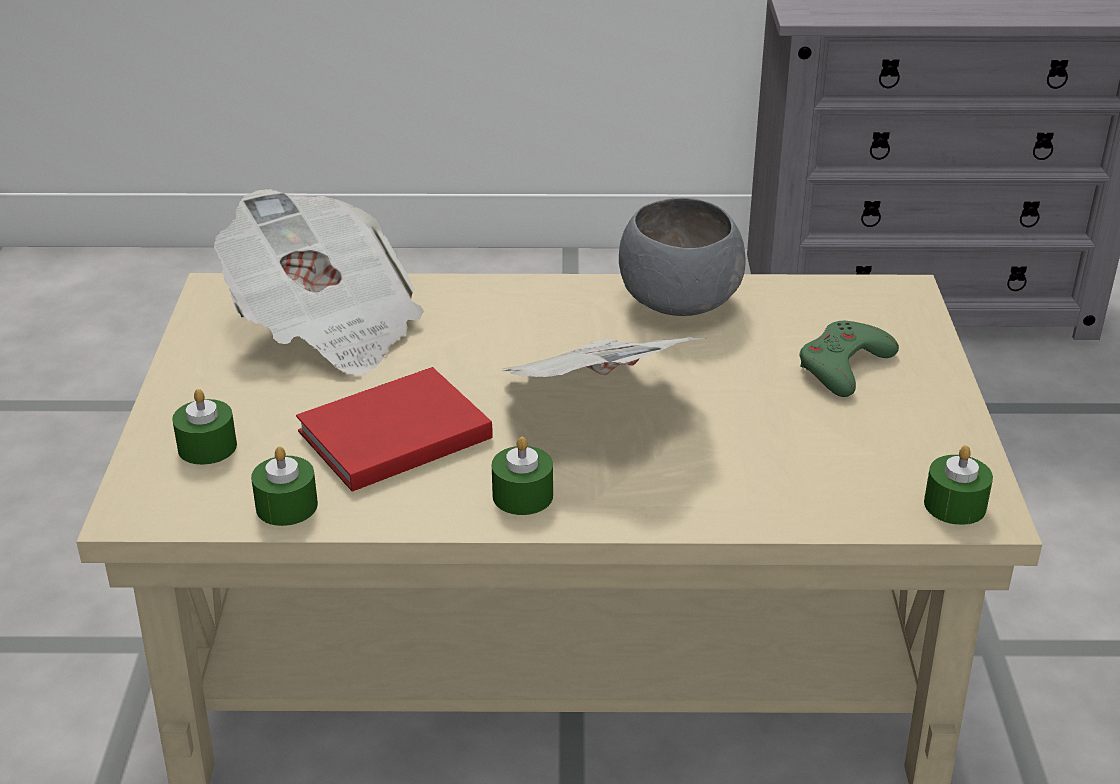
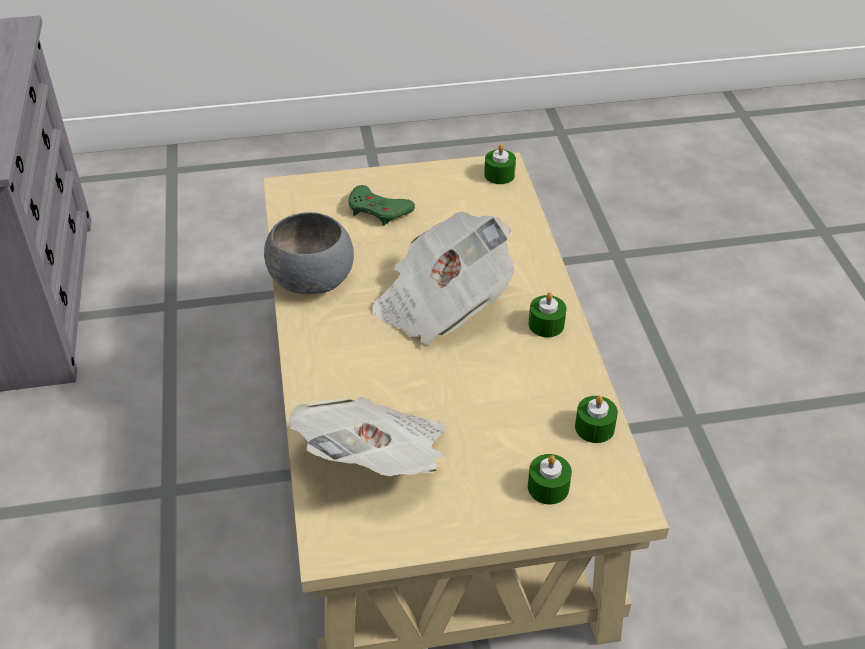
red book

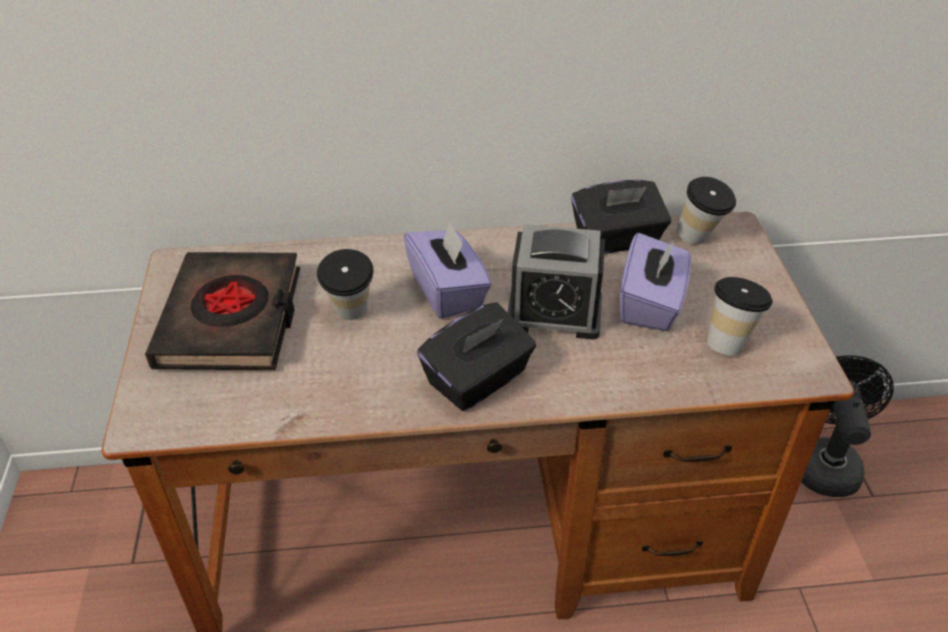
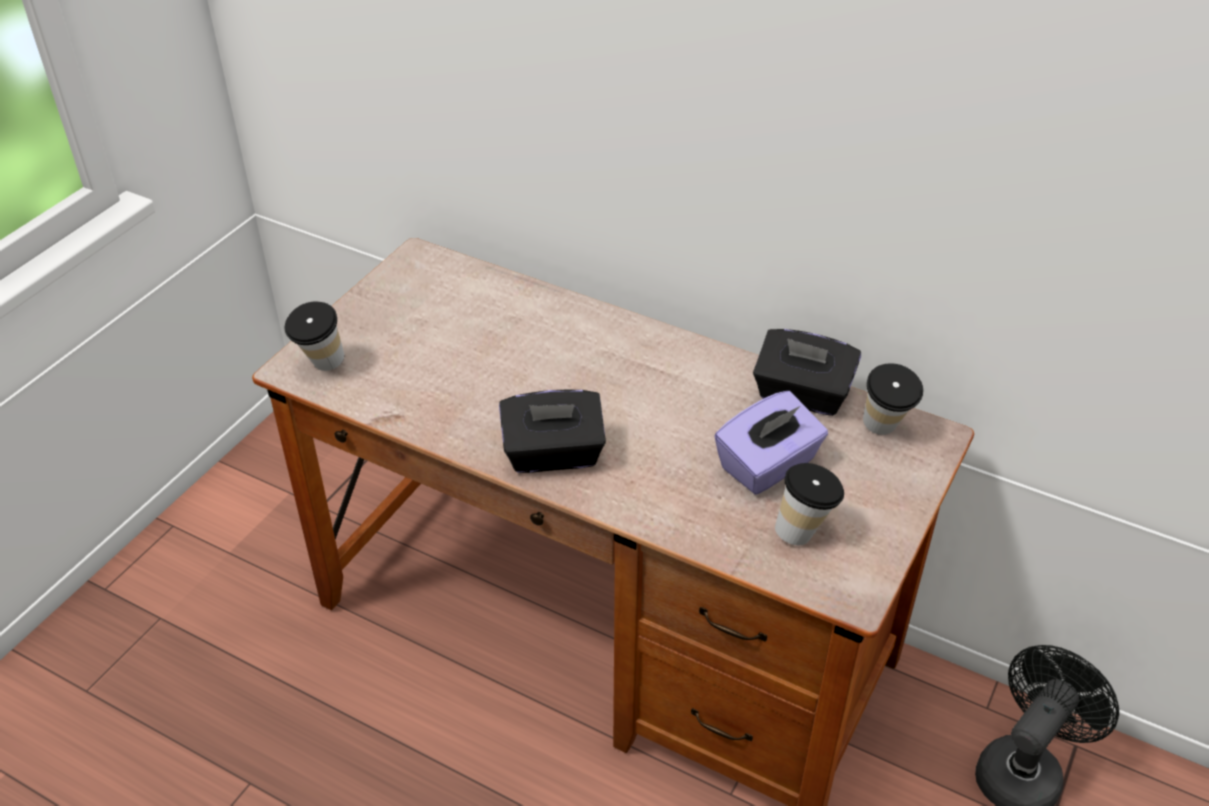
black book
cup (1st from left)
purple tissue box (1st from left in the first image)
alarm clock

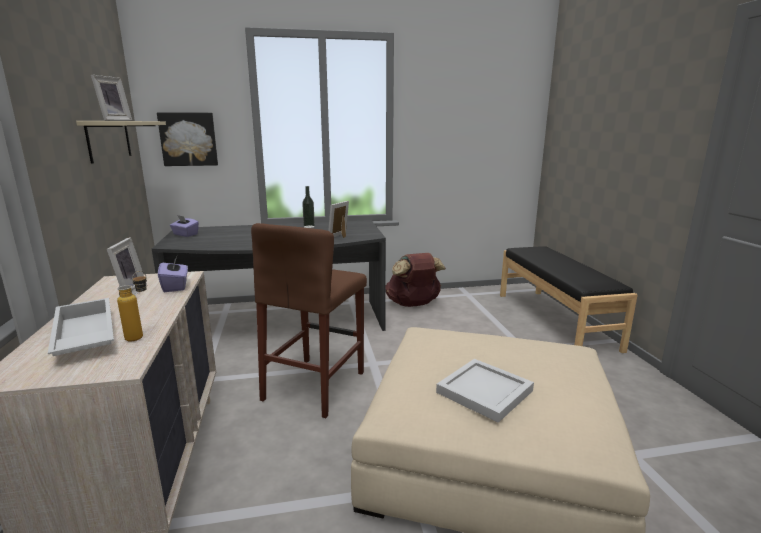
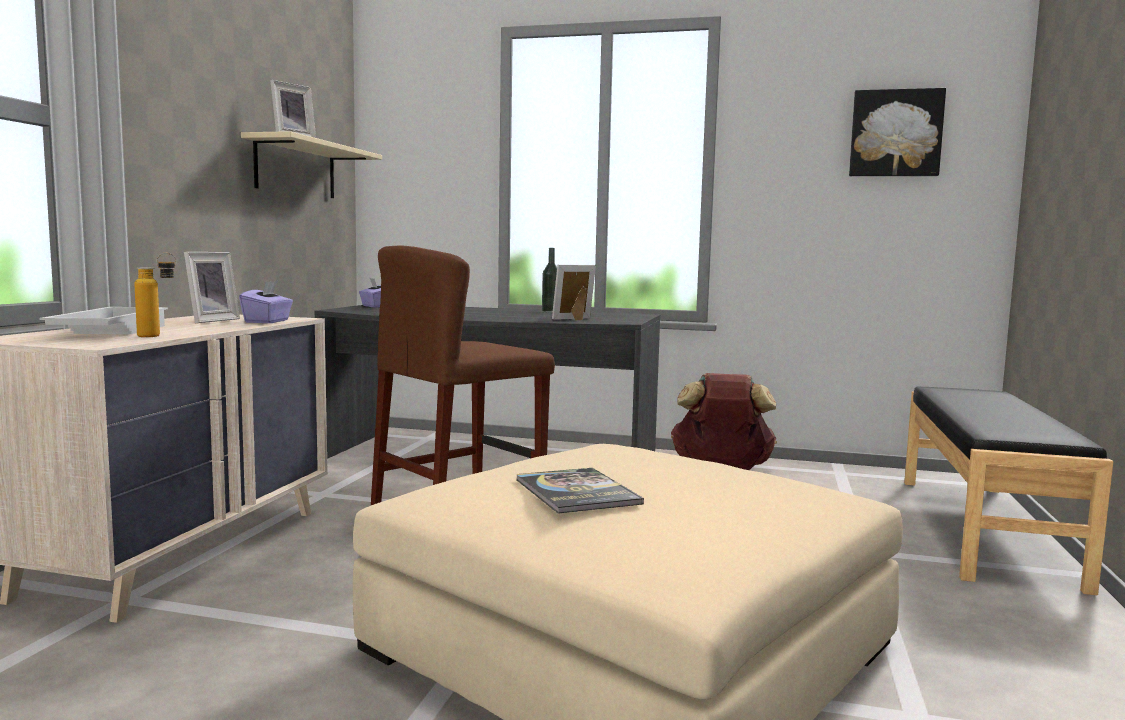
picture
book

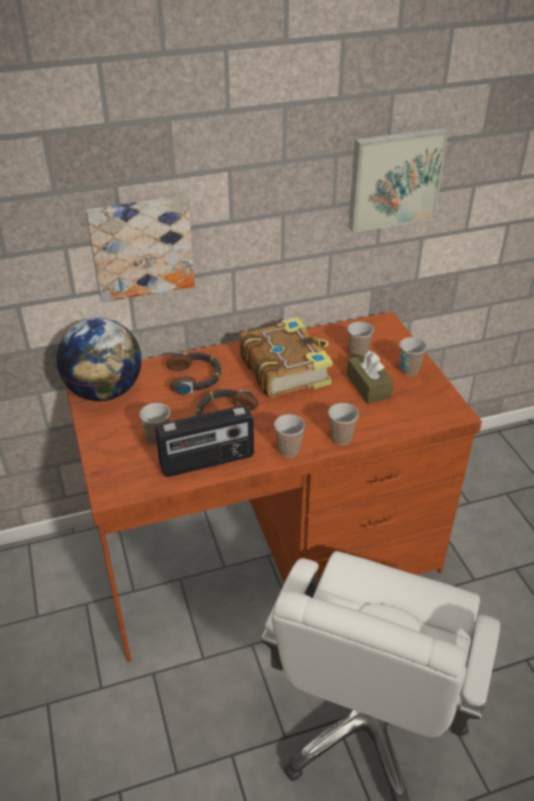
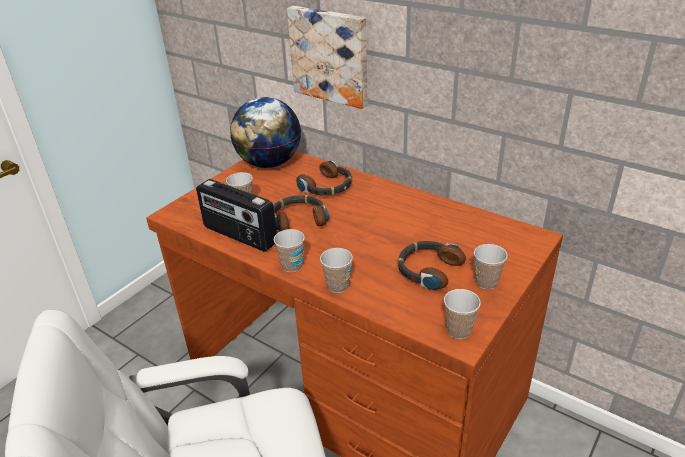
book
cup (4th from left)
headphones (3rd from left)
picture (2nd from left in the first image)

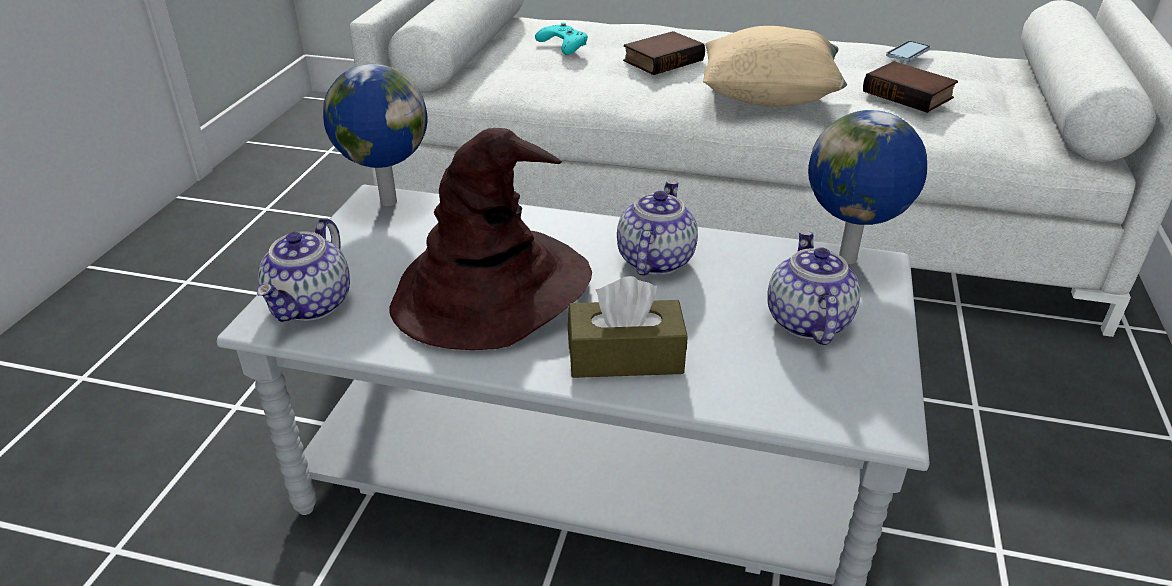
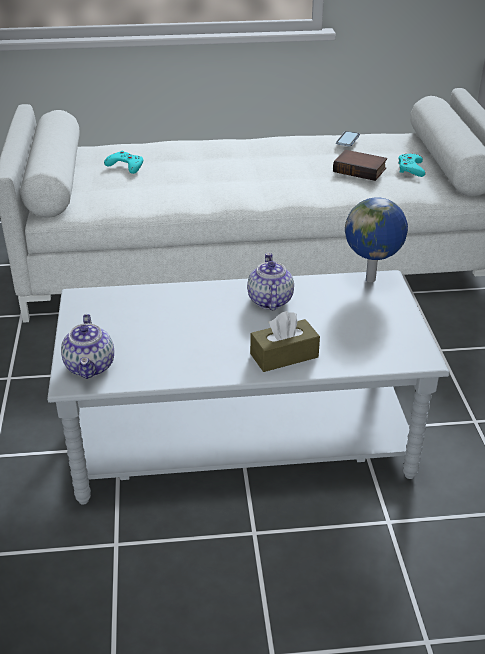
globe (1st from left in the first image)
brown hat
book (1st from left in the first image)
beige pillow
teapot (3rd from left in the first image)
turquoise game controller (2nd from left)

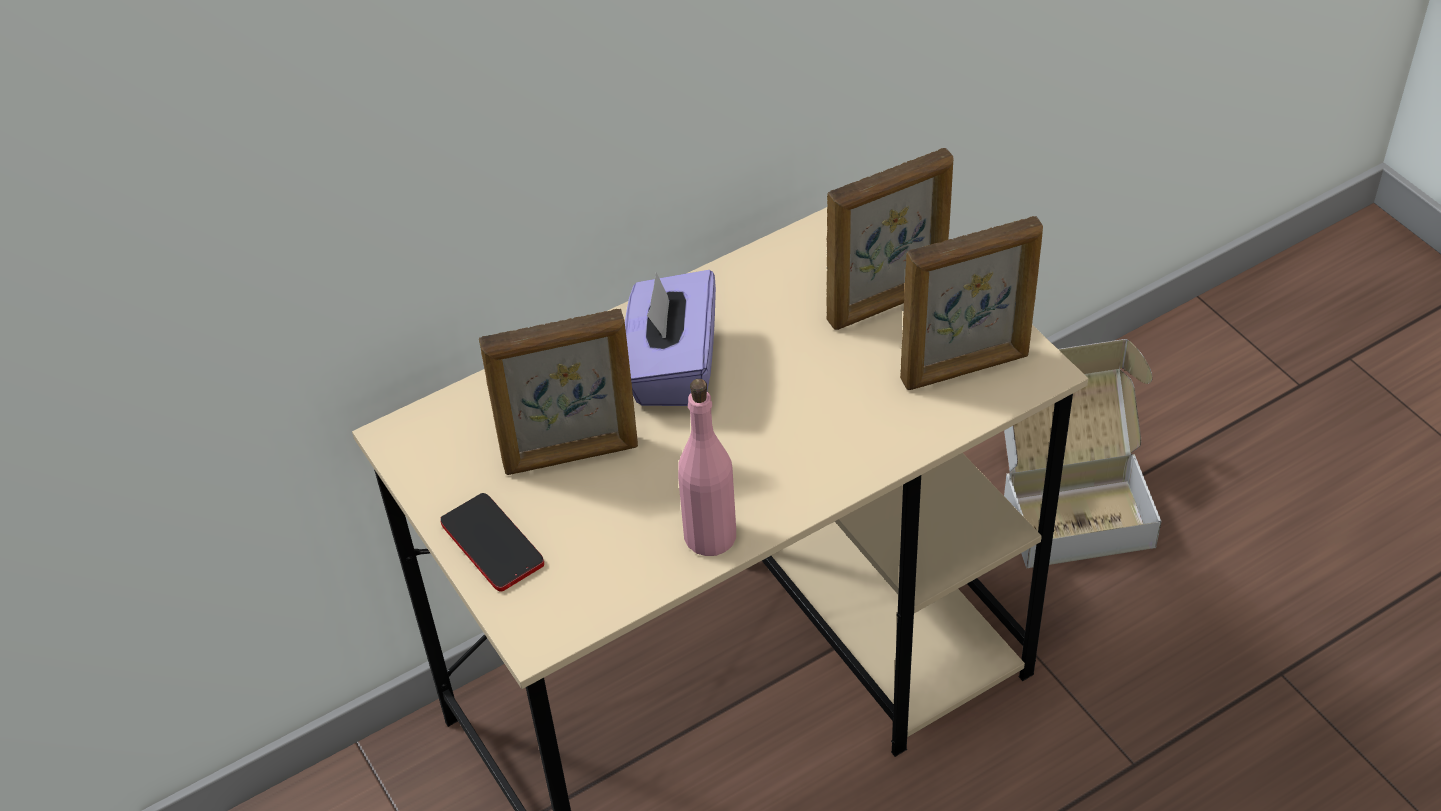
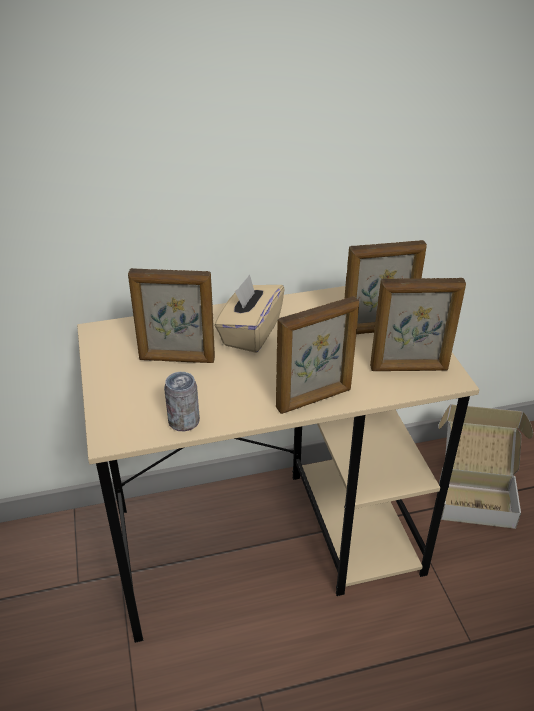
phone
beige tissue box
pink bottle
can
picture frame (2nd from left)

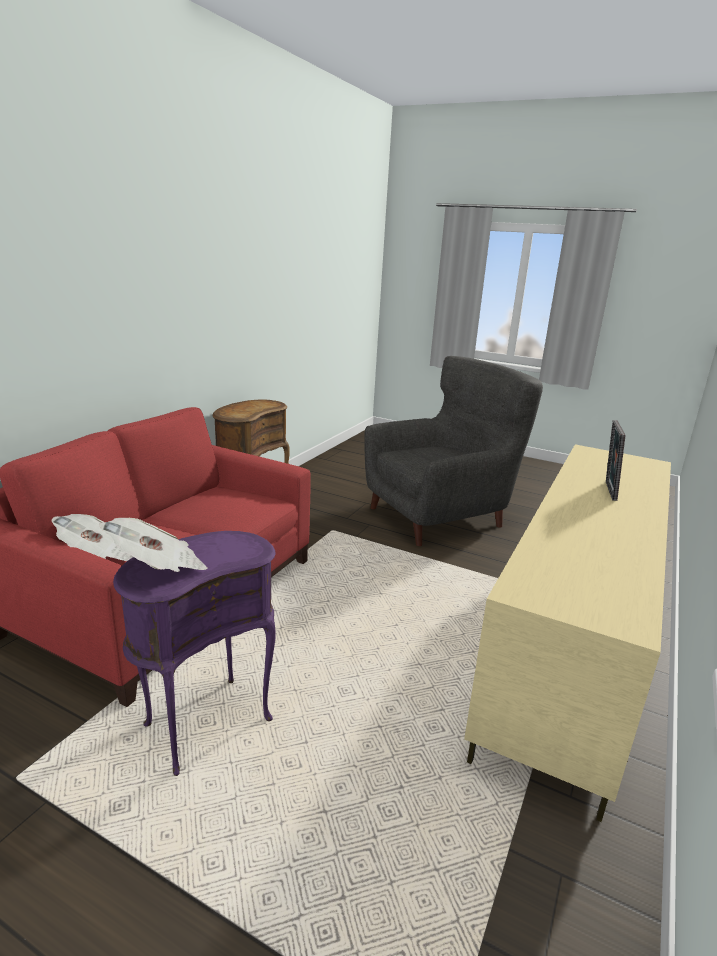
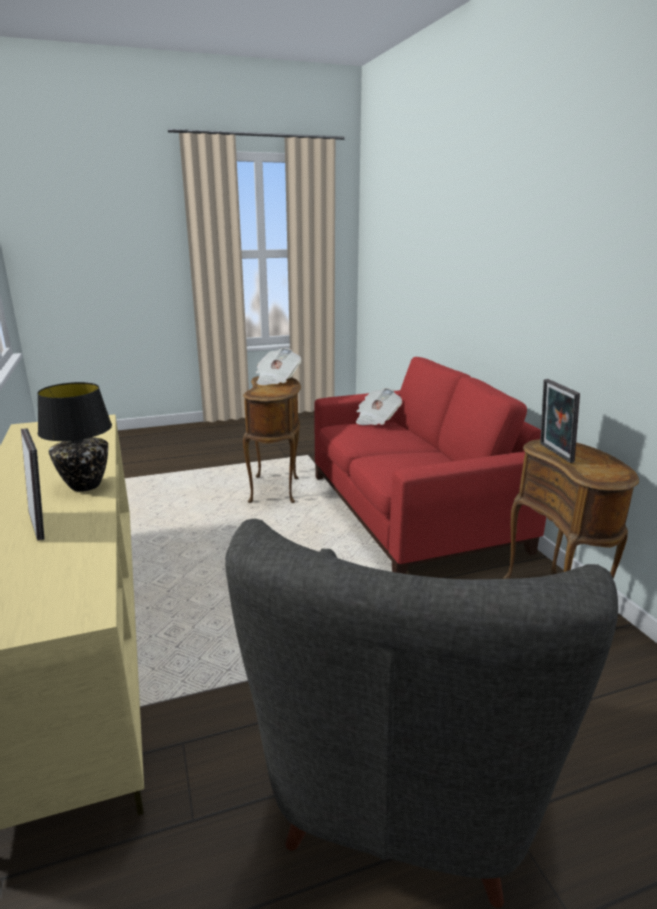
brown side table (1st from left)
black table lamp
picture frame (2nd from left)

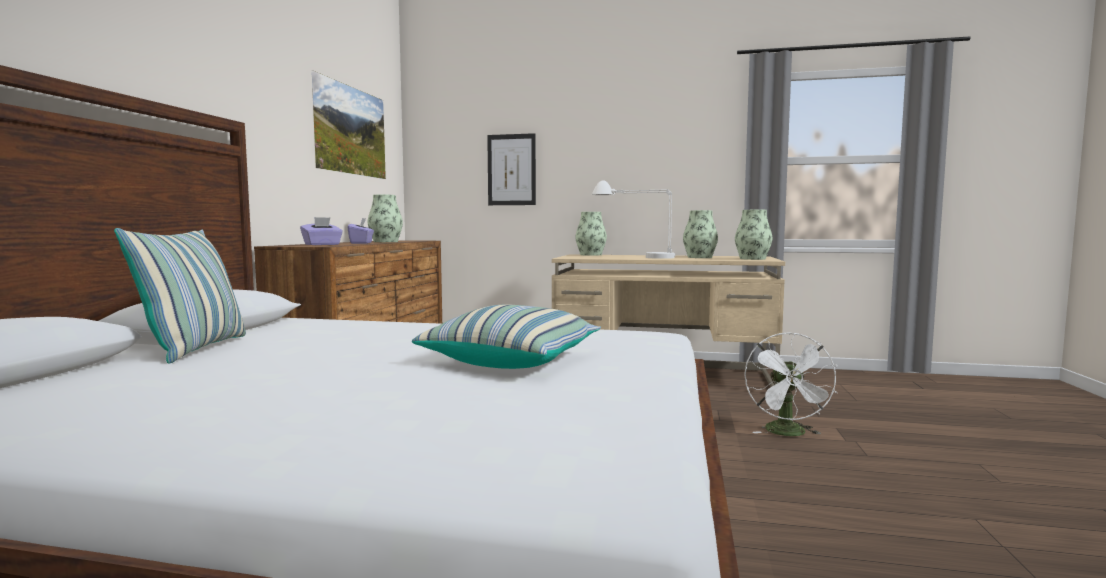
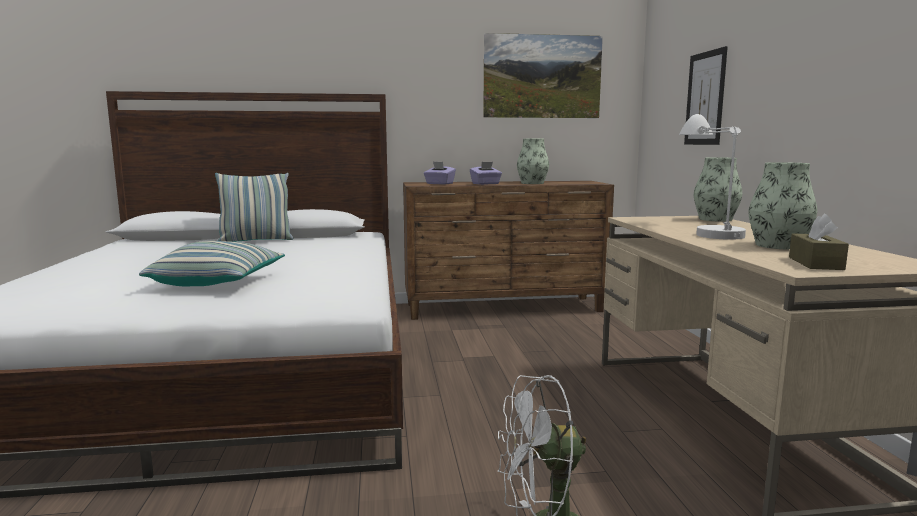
brown tissue box

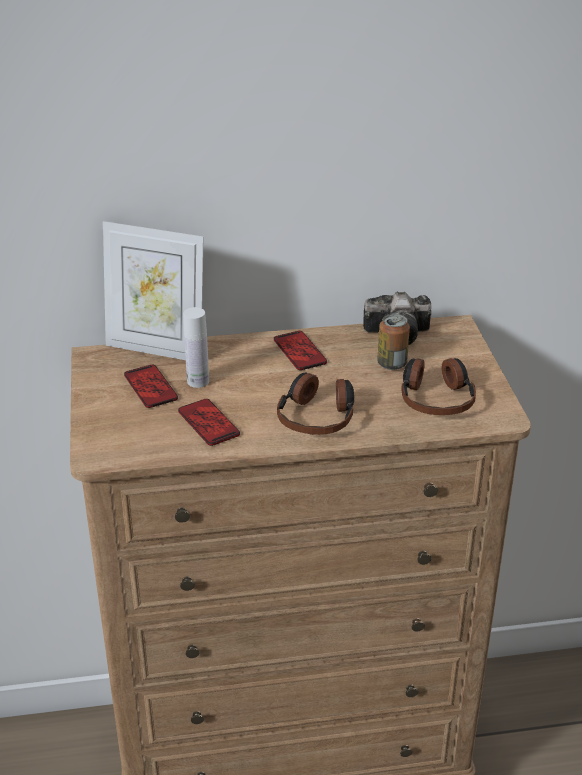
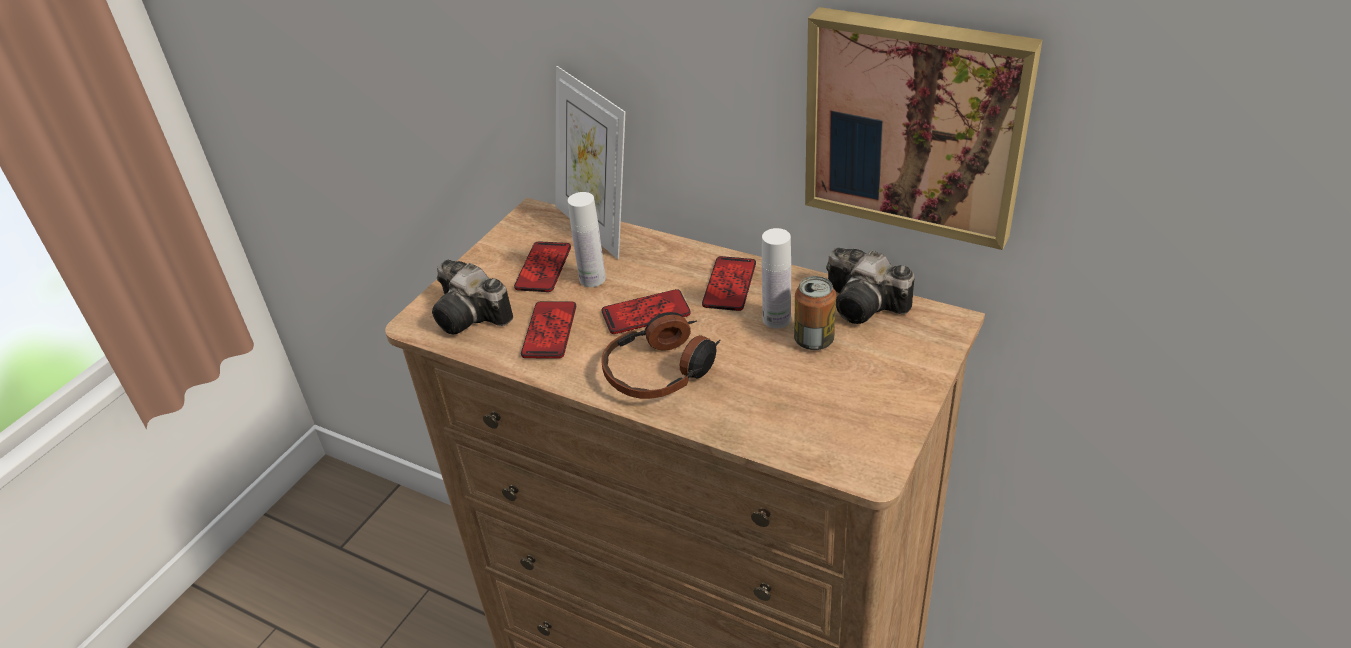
headphones (2nd from left in the first image)
photo camera (1st from left)
phone (3rd from left)
white bottle (2nd from left)
picture

